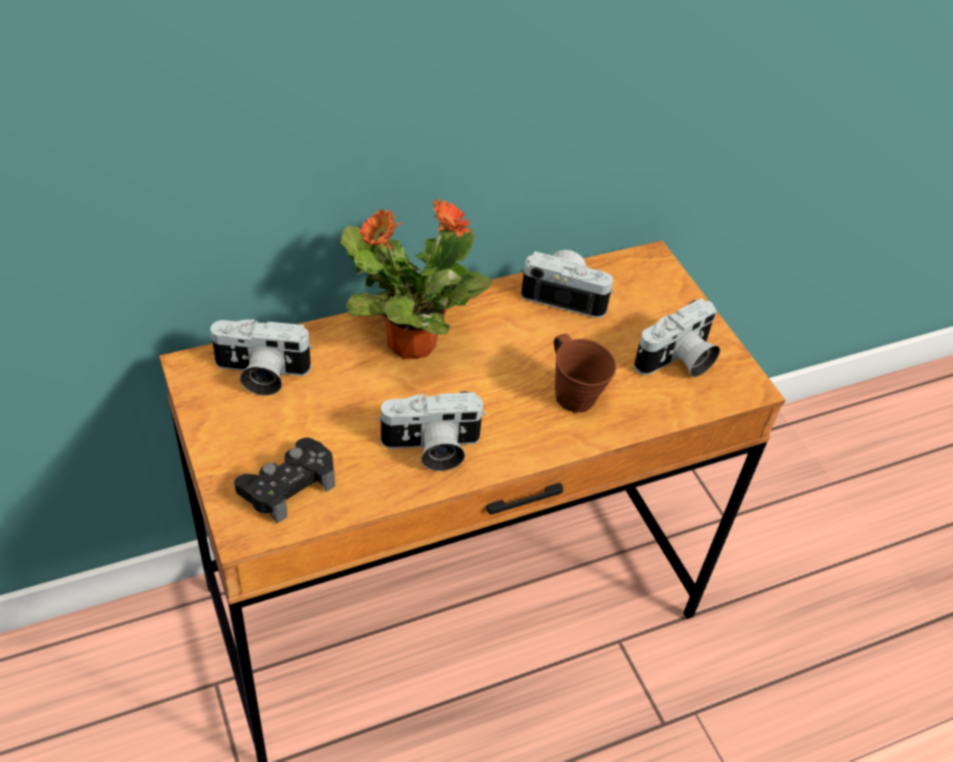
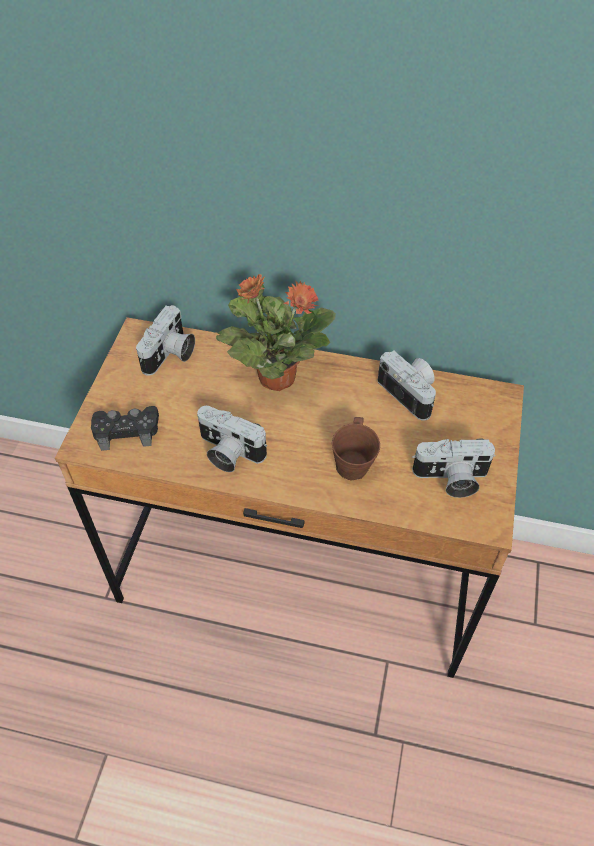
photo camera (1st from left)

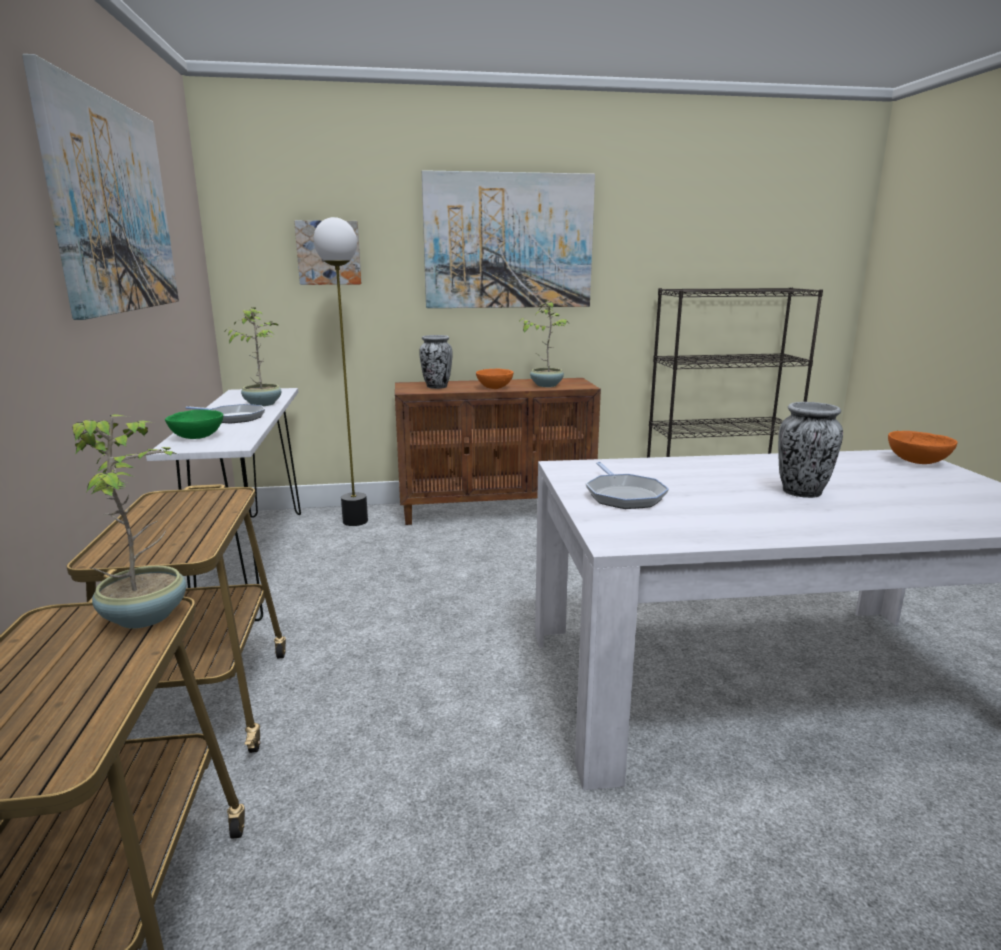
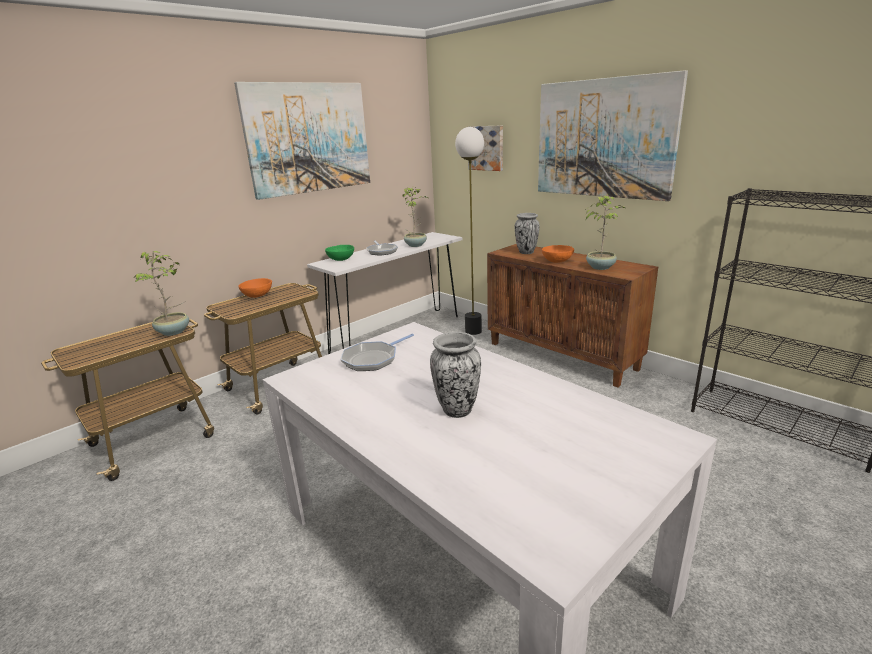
orange bowl (1st from left)

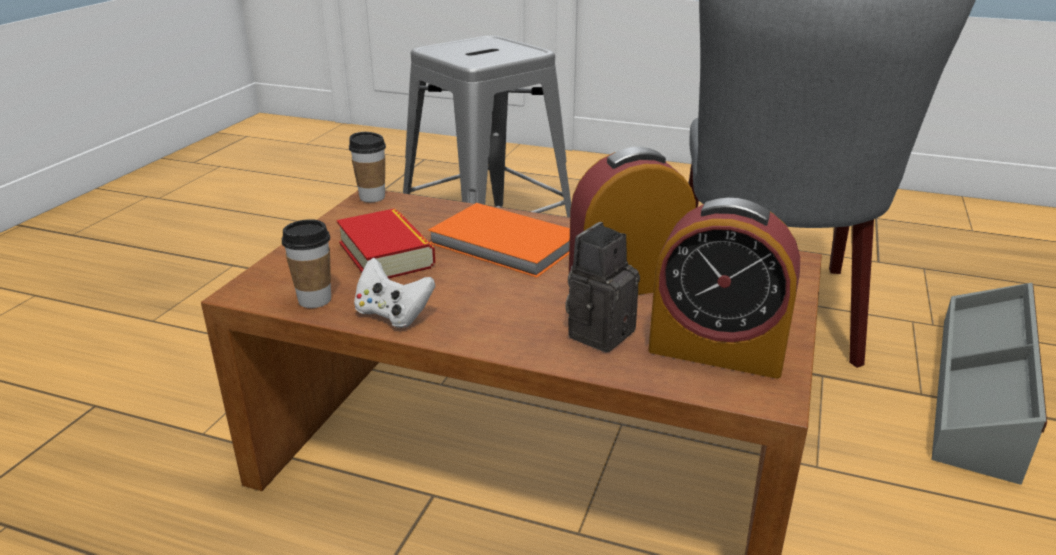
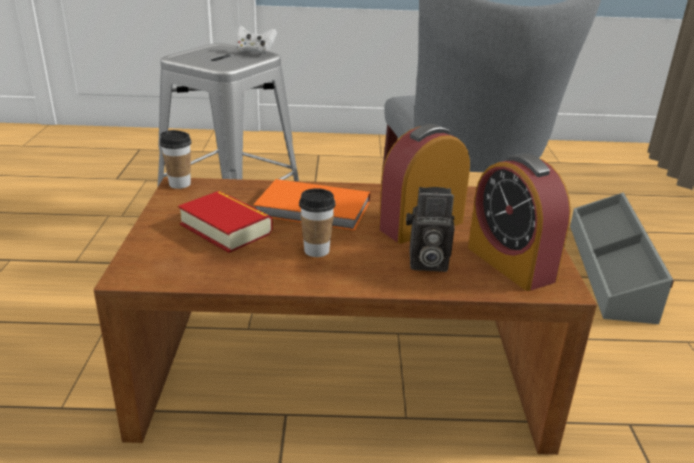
cup (2nd from left)
white game controller
photo camera
alarm clock (2nd from left)

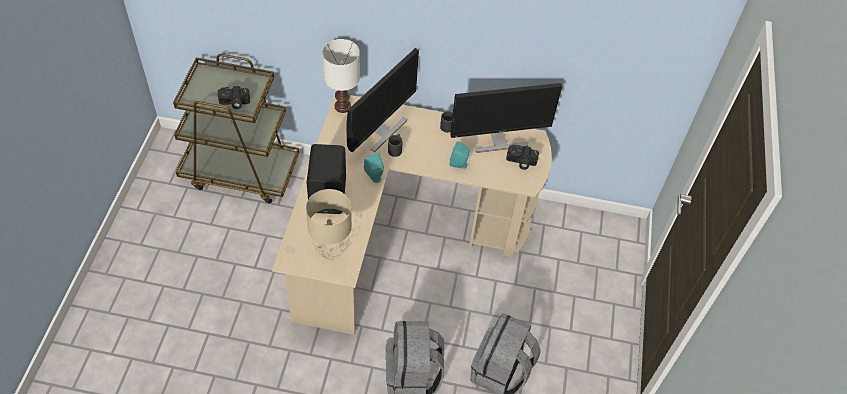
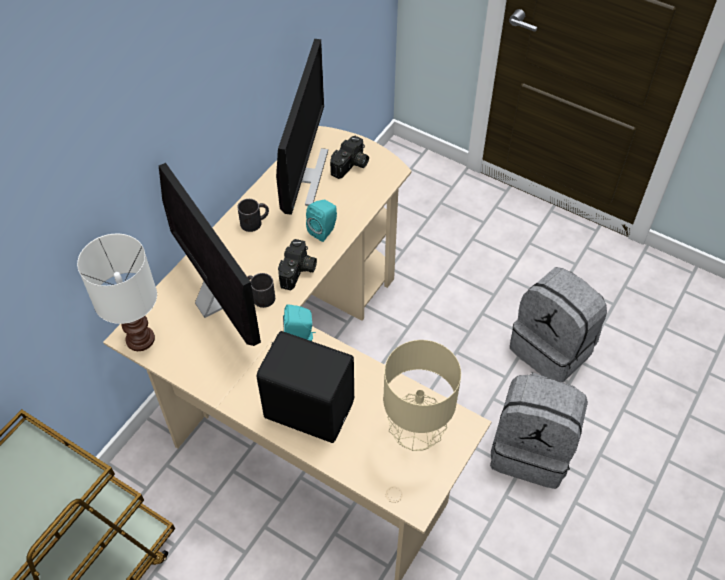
photo camera (1st from left)

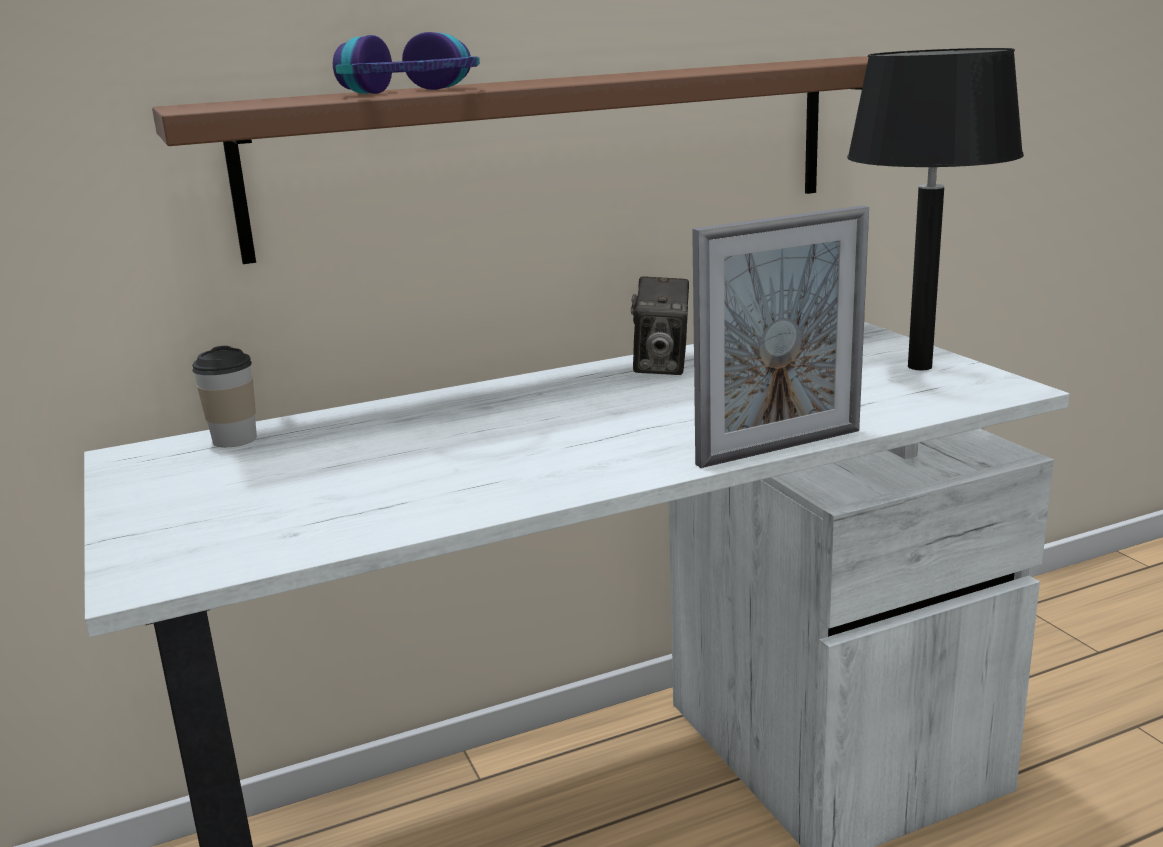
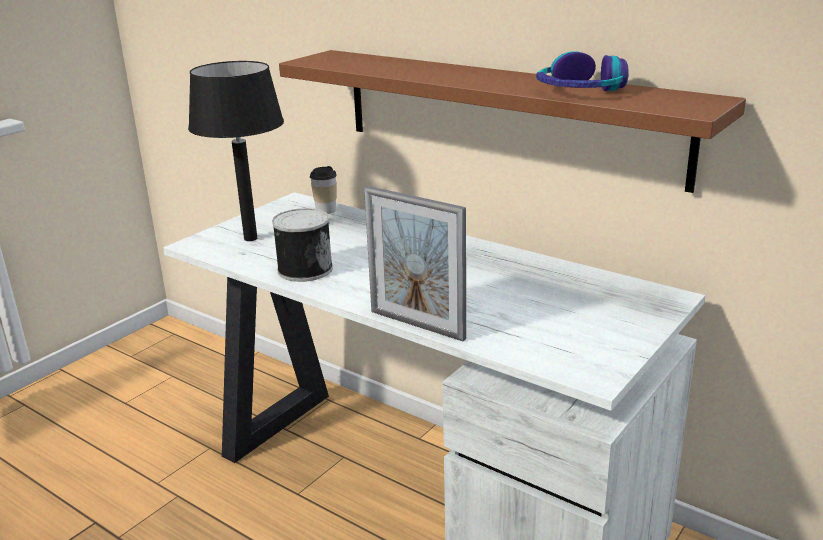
headphones
photo camera
black table lamp
can

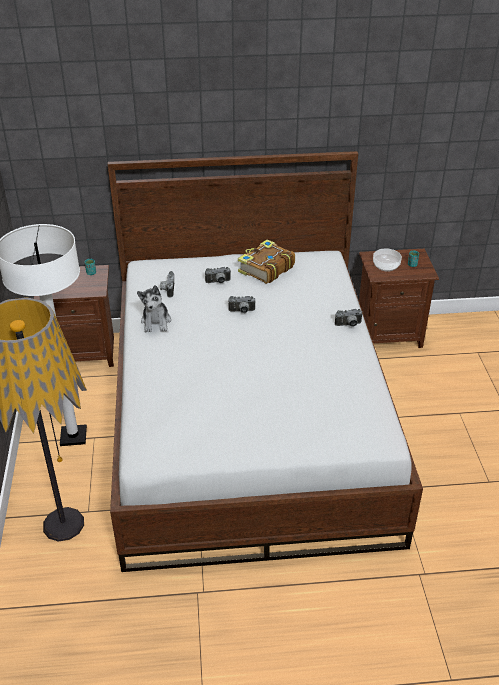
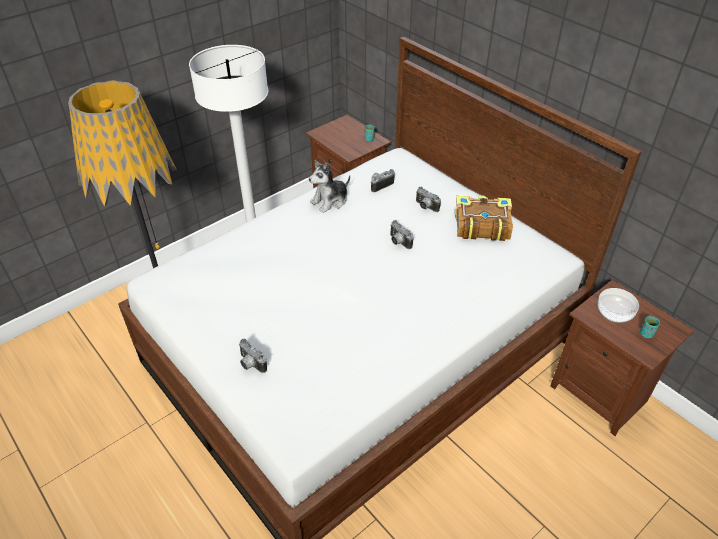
photo camera (1st from left)

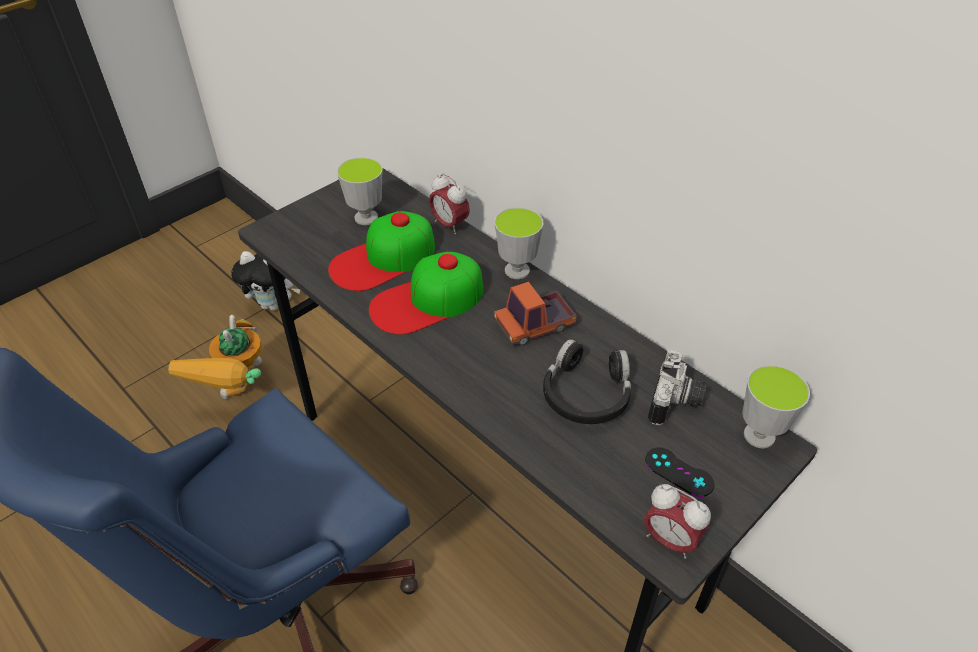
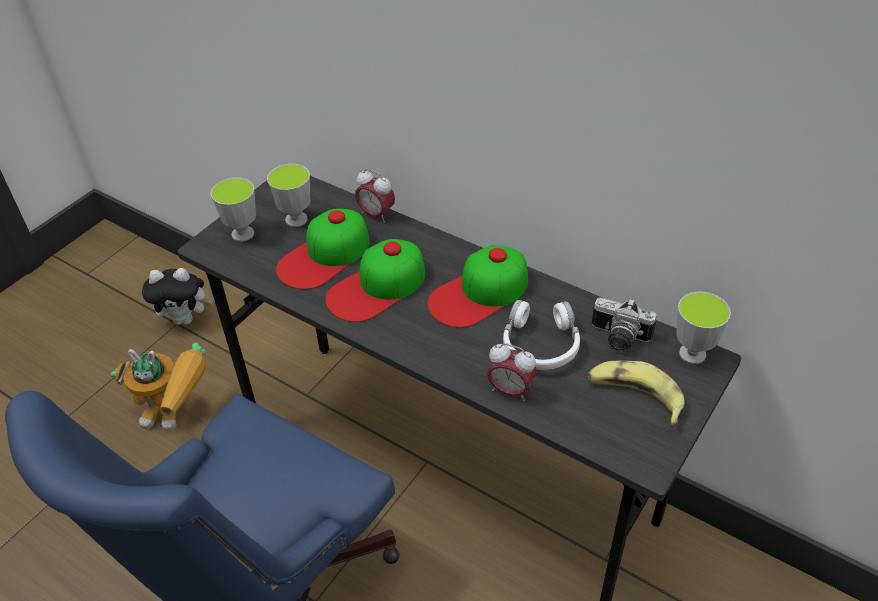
toy robot
cup (1st from left)
cap (3rd from left)
white headphones
alarm clock (2nd from left)
banana
photo camera

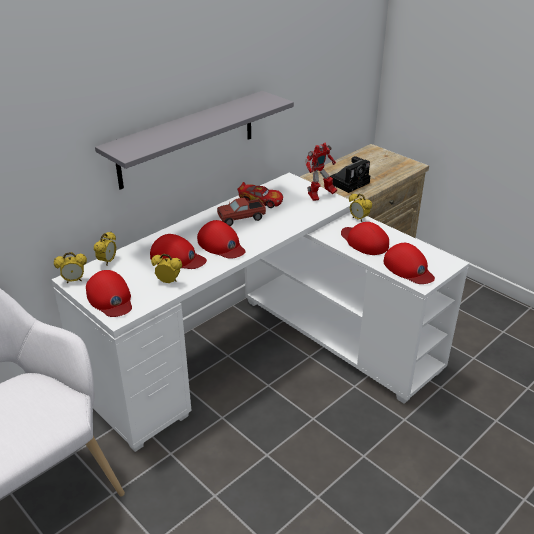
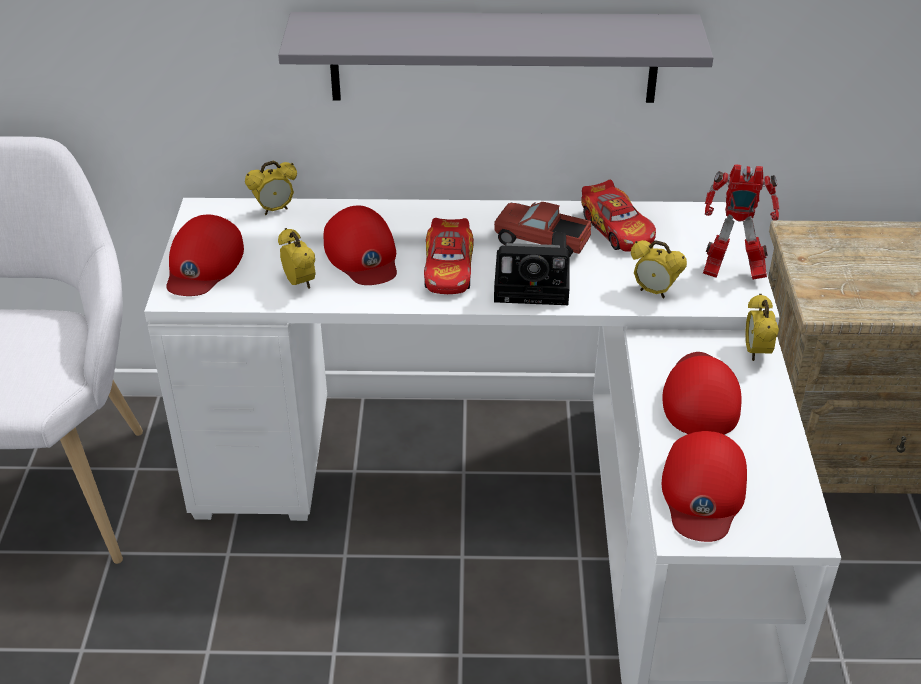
alarm clock (3rd from left)
toy car (1st from left)
photo camera

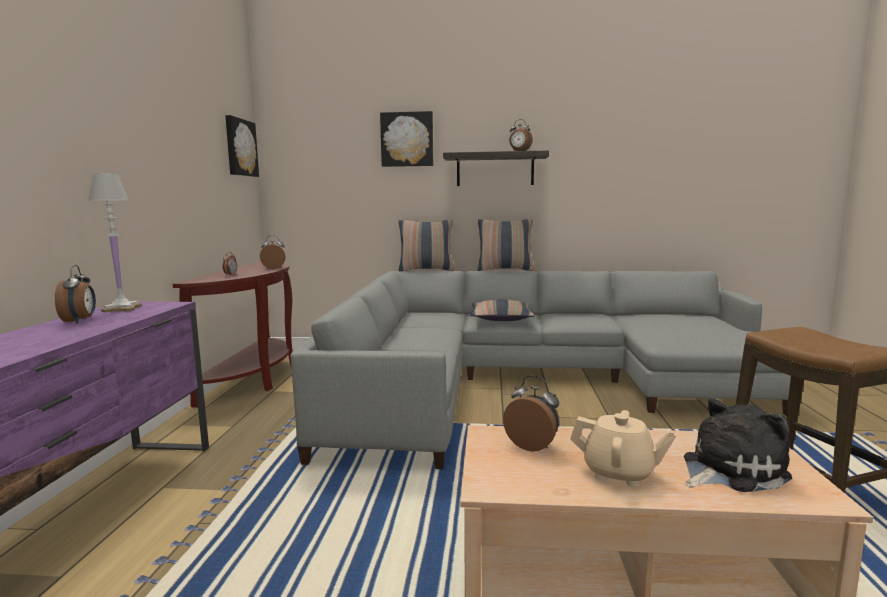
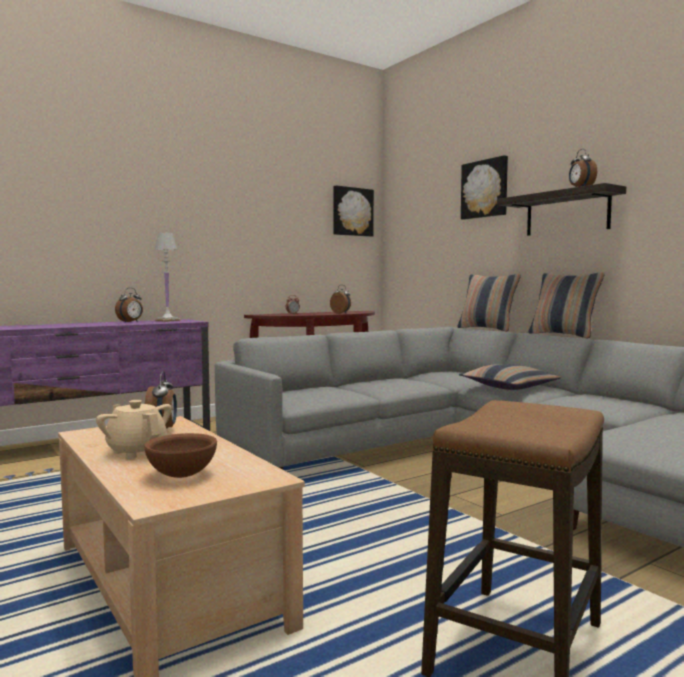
beige teapot
brown bowl

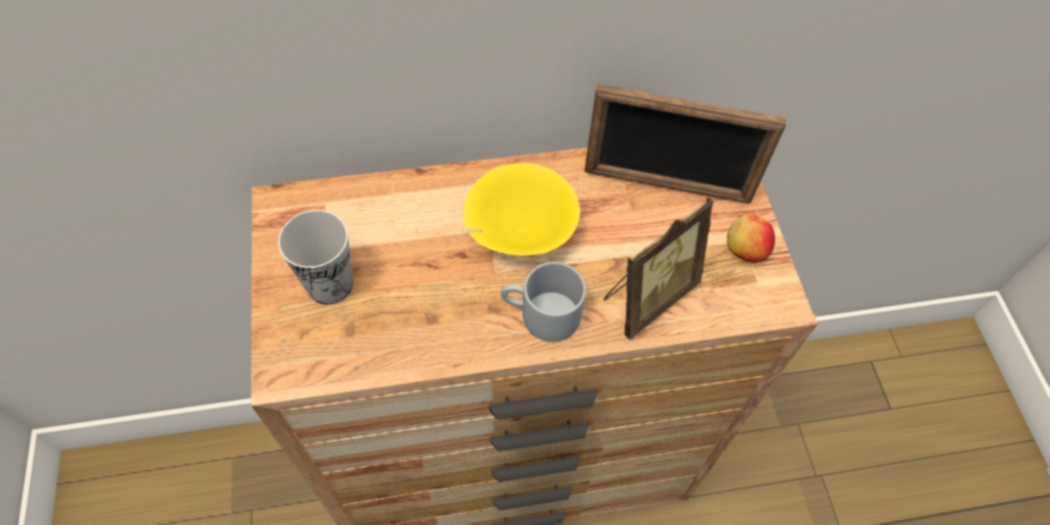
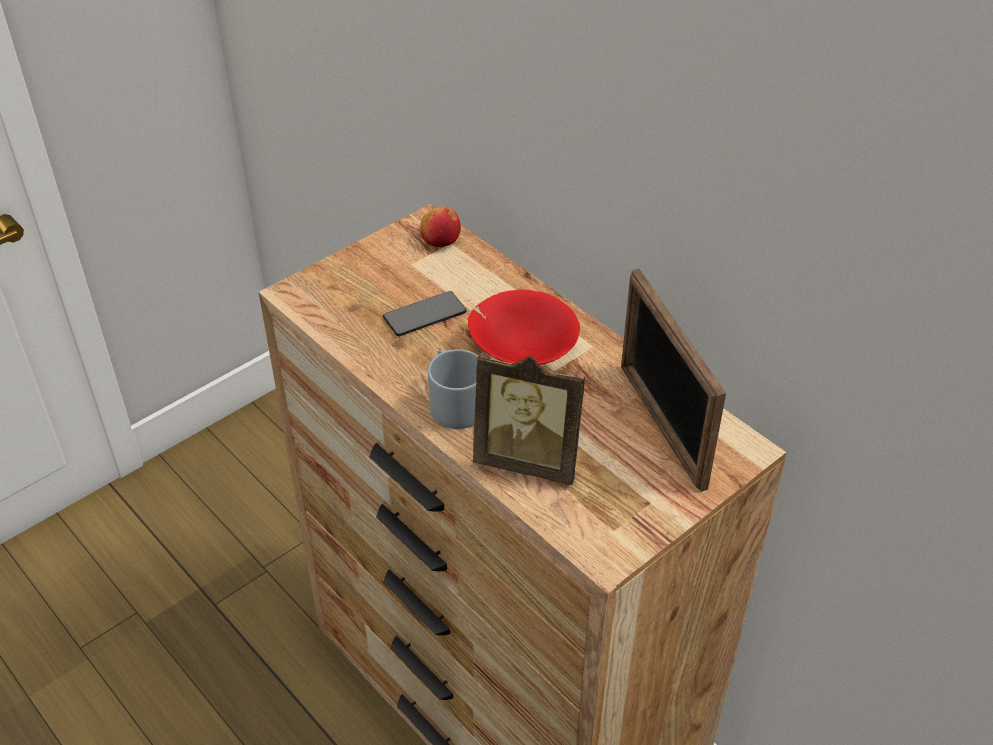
cup
red bowl
apple
phone

